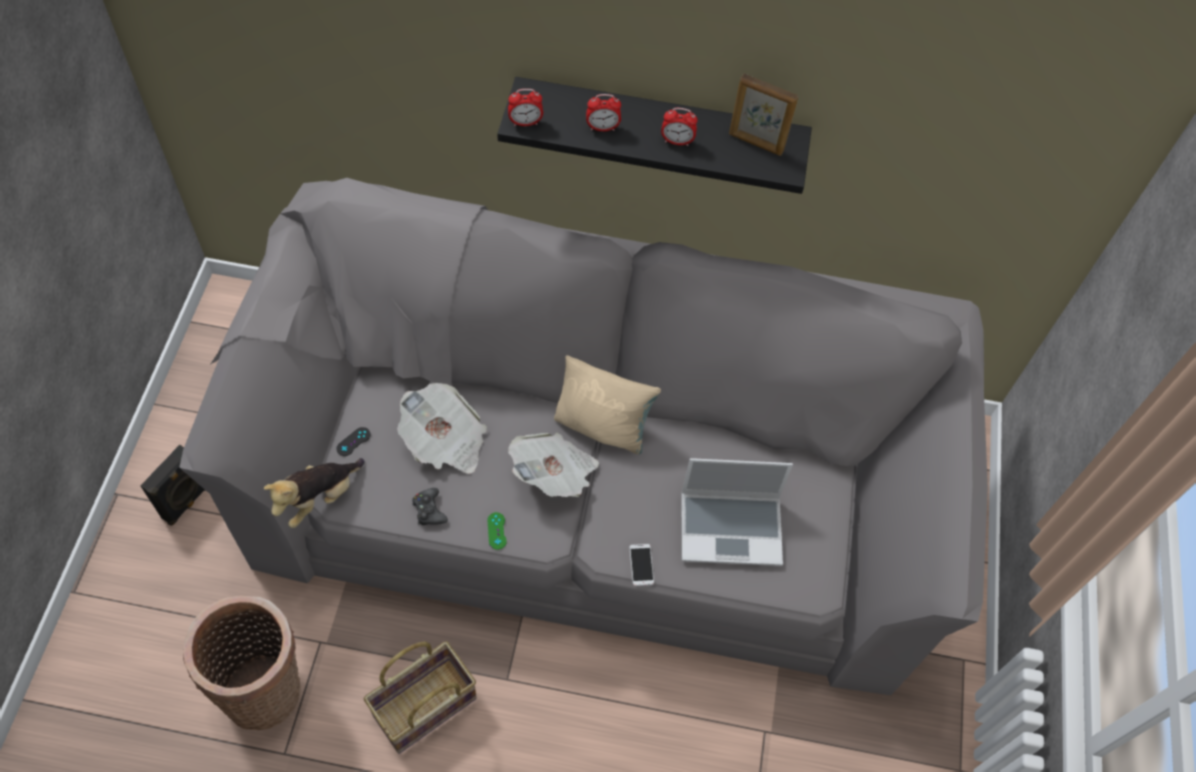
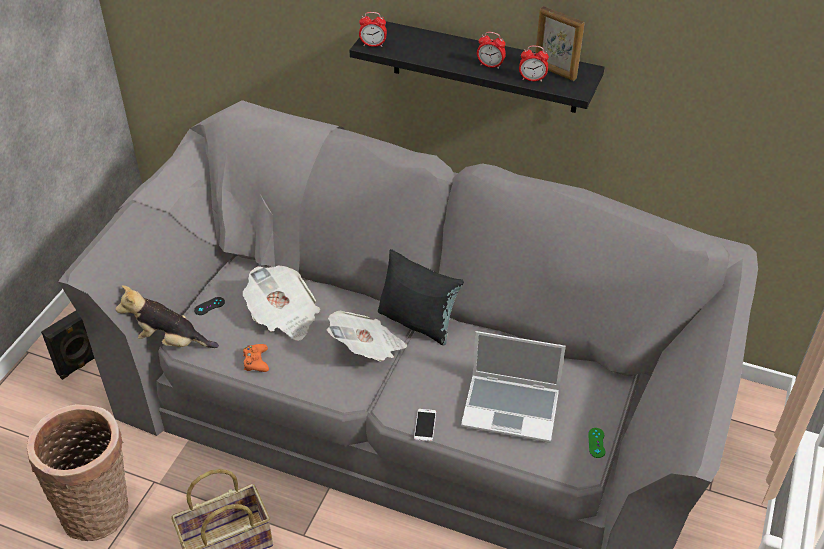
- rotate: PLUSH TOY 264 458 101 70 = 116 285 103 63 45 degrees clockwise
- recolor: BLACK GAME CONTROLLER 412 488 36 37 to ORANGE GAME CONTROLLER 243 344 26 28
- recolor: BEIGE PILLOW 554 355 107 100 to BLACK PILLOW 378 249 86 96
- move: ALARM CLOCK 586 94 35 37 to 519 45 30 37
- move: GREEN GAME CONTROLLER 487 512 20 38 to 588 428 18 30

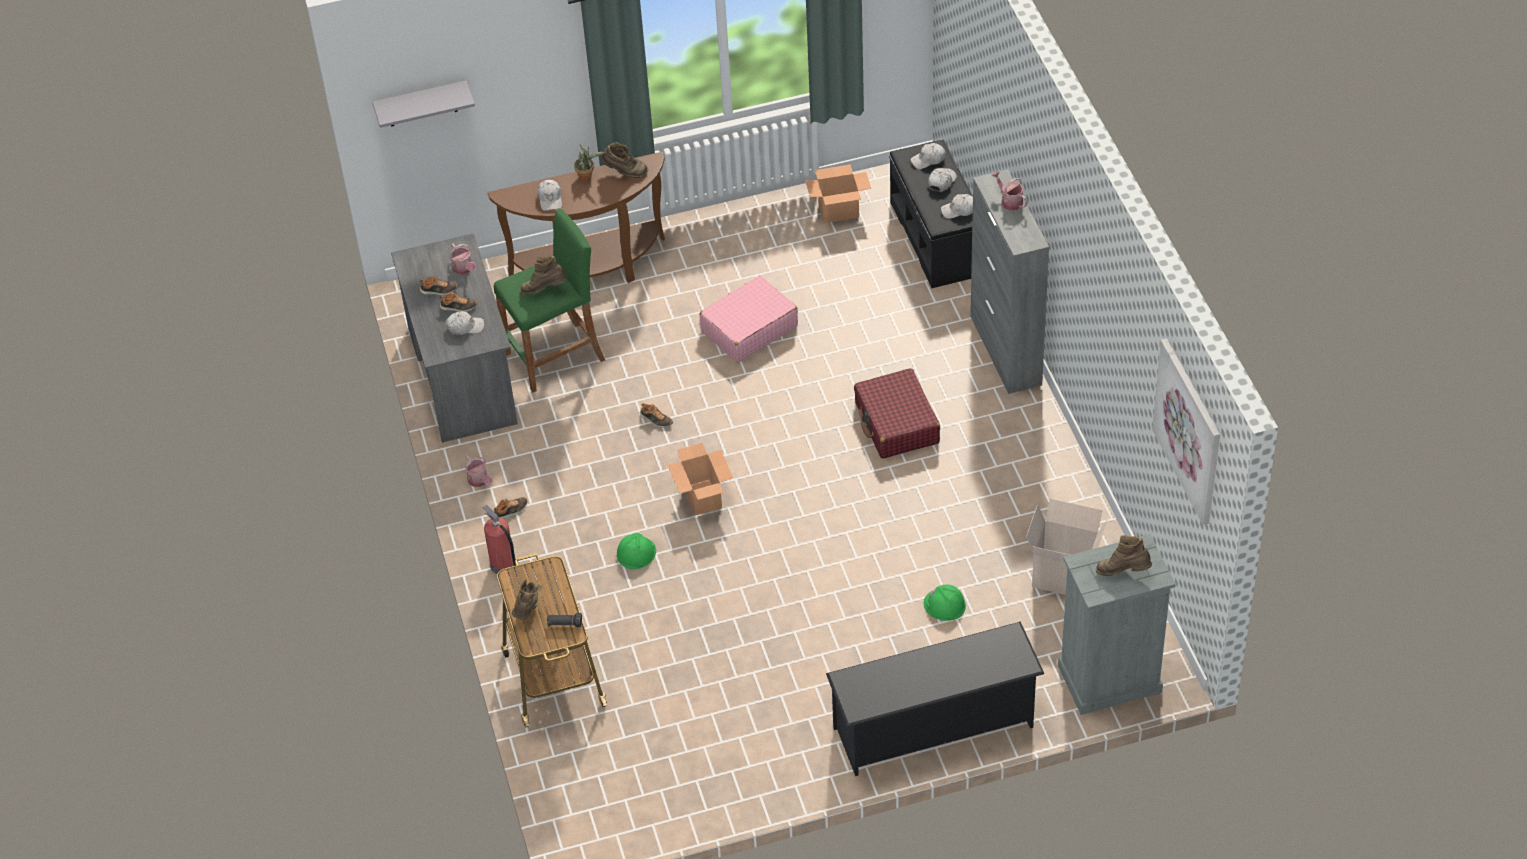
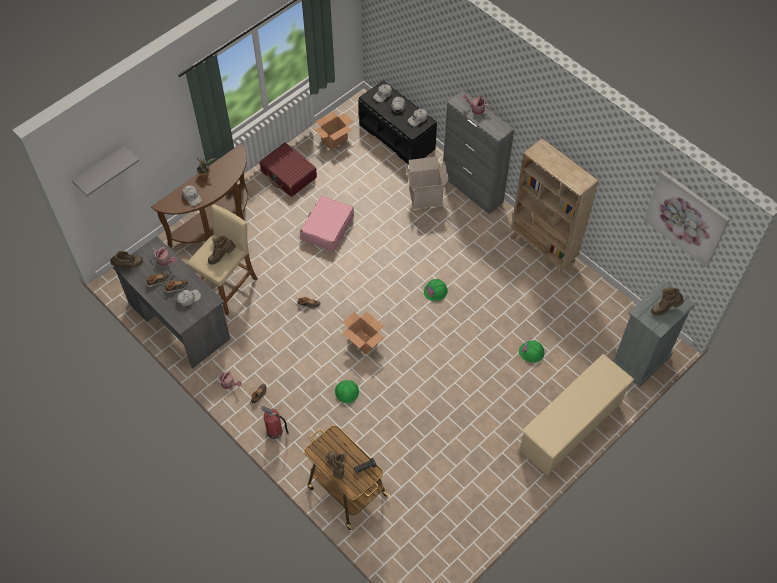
- move: BROWN BOOT 601 142 47 36 to 110 251 33 17
- recolor: GREEN STOOL 494 209 111 183 to BEIGE STOOL 187 204 71 112
- move: RED SUITCASE 854 368 86 91 to 259 143 58 54
- move: CARDBOARD BOX 1026 499 82 96 to 405 156 44 53
- insert: GREEN HARD HAT 424 279 24 22
- insert: BEIGE BOOKCASE 511 138 88 138
- recolor: BLACK SHOE RACK 826 622 218 154 to BEIGE SHOE RACK 519 354 116 122

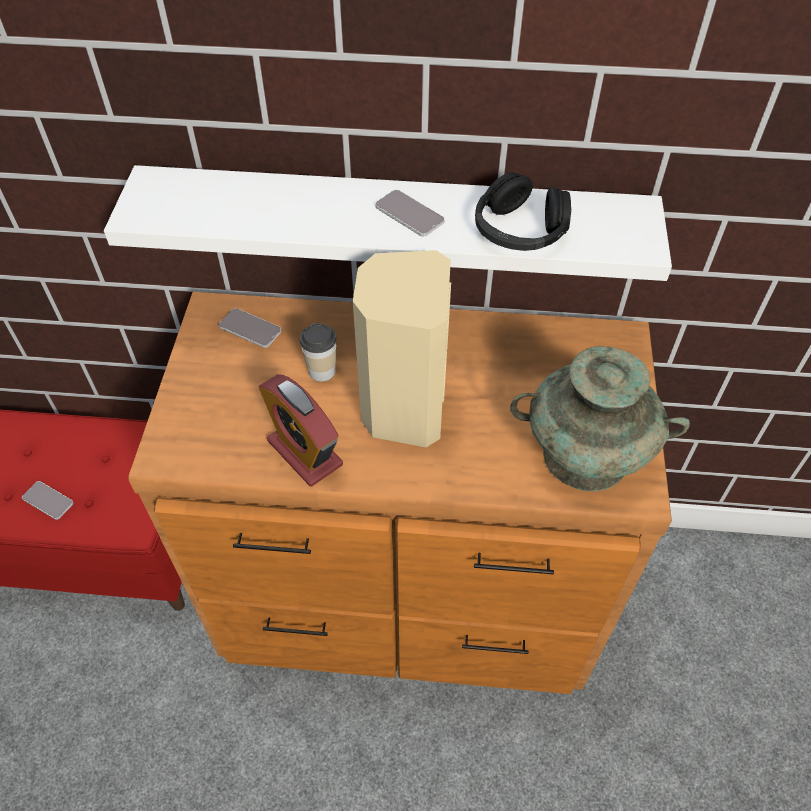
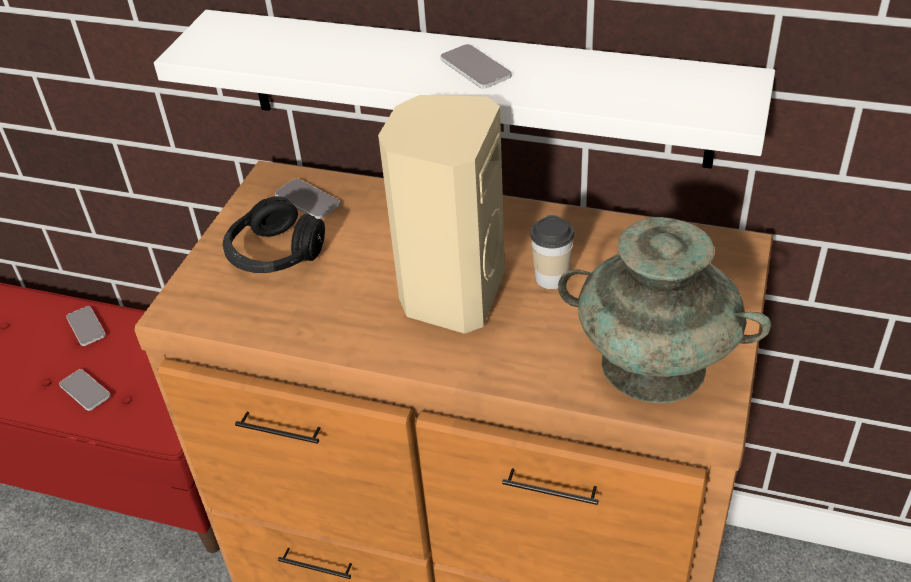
- insert: PHONE 66 306 40 40
- move: BLACK HEADPHONES 475 172 97 79 to 223 196 102 77
- move: CUP 300 323 36 59 to 530 215 44 74
- delete: ALARM CLOCK 259 374 84 112

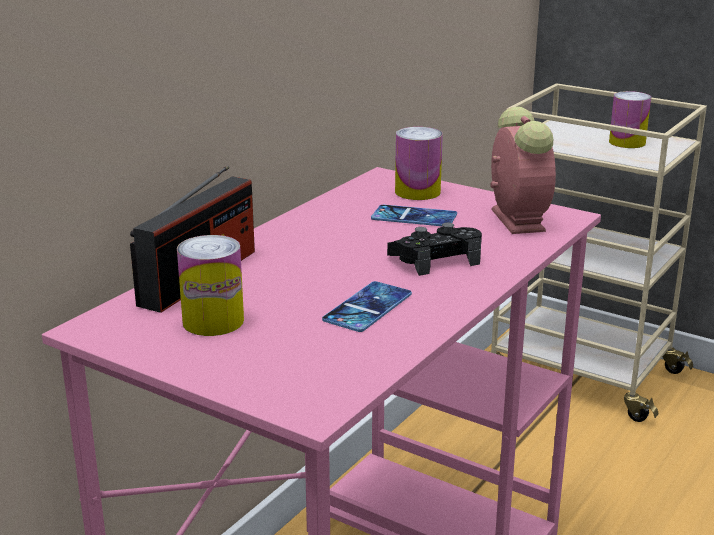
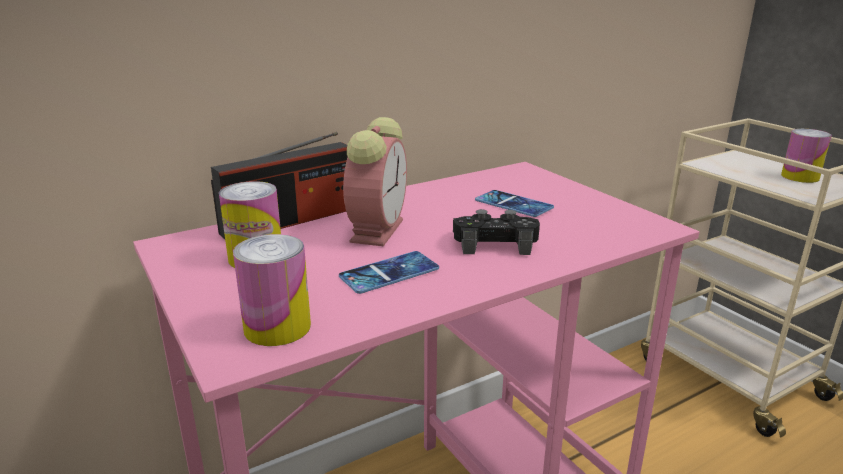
- move: CAN 395 127 48 73 to 233 234 78 112
- move: ALARM CLOCK 490 107 66 127 to 343 117 64 129

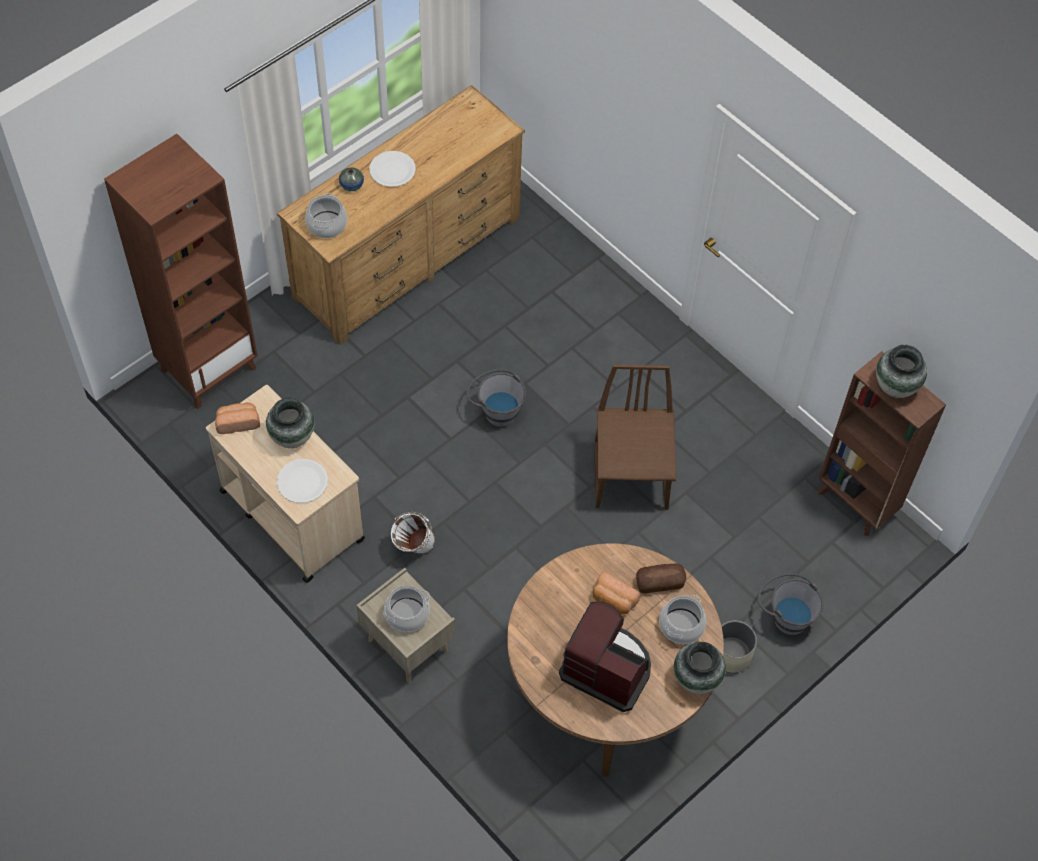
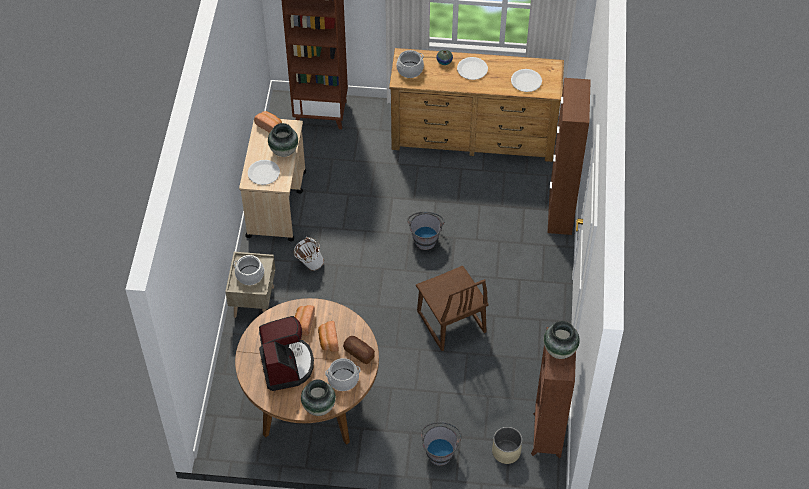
- insert: BREAD 295 305 20 31
- rotate: BROWN CHAIR 594 364 82 146 = 416 266 72 85 105 degrees clockwise
- move: BEIGE PLANTER 721 621 36 52 to 492 427 30 37
- insert: WHITE PLATE 511 69 31 23
- insert: BROWN CABINET 547 78 44 157

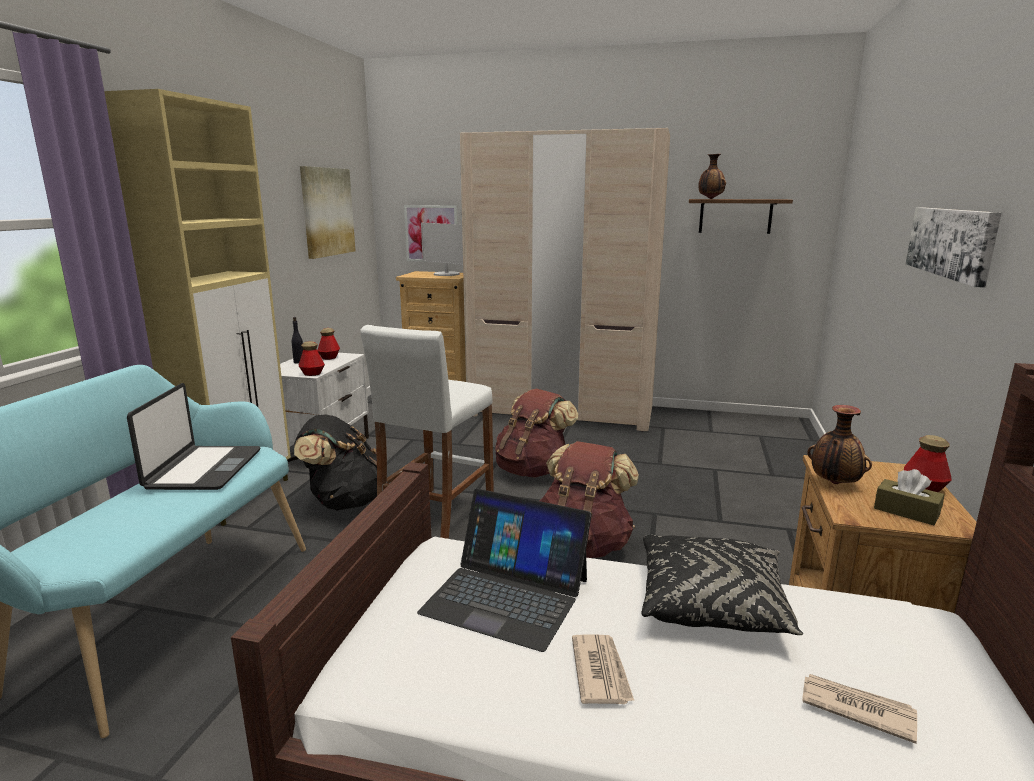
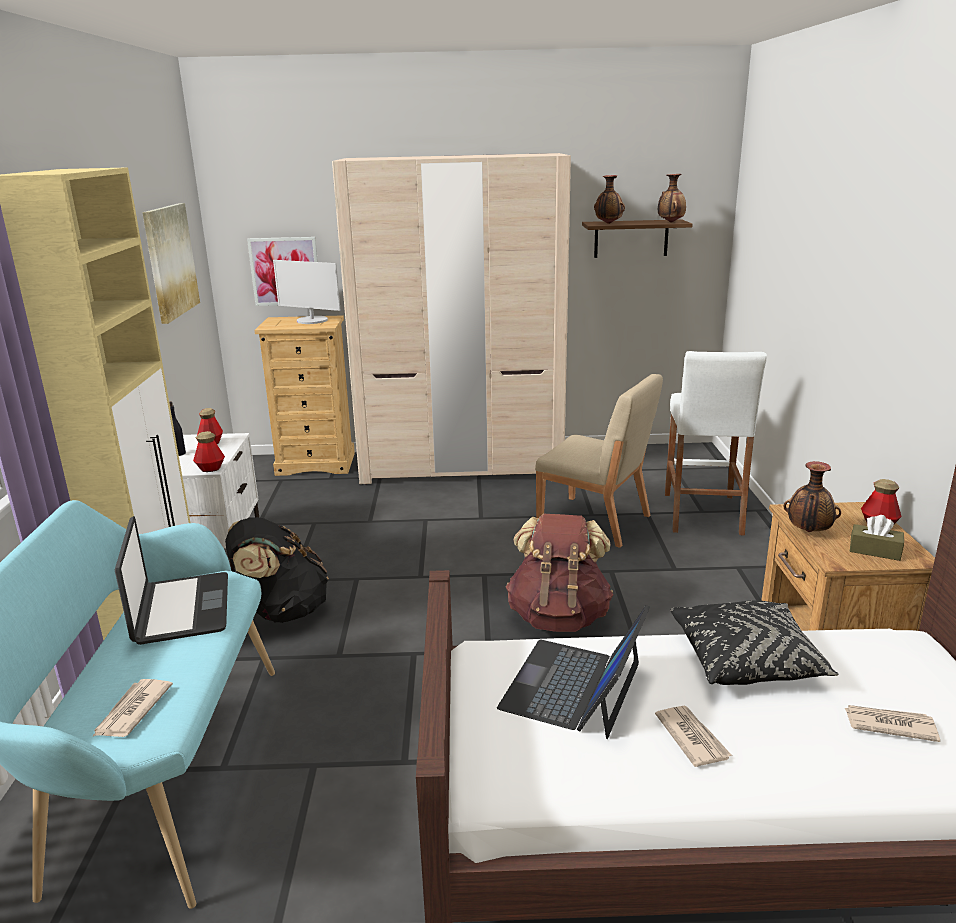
- insert: NEWSPAPER 92 679 81 58
- rotate: LAPTOP 417 489 175 163 = 497 605 153 134 105 degrees clockwise
- insert: BEIGE CHAIR 535 374 128 174
- insert: VASE 658 174 28 49
- move: WHITE STOOL 361 325 133 214 to 665 351 102 185
- delete: BROWN BACKPACK 495 389 83 89
- delete: PICTURE 906 207 96 81

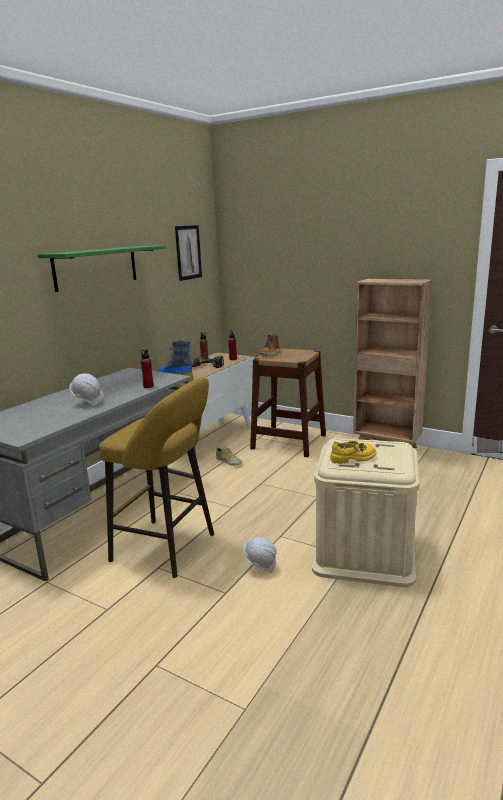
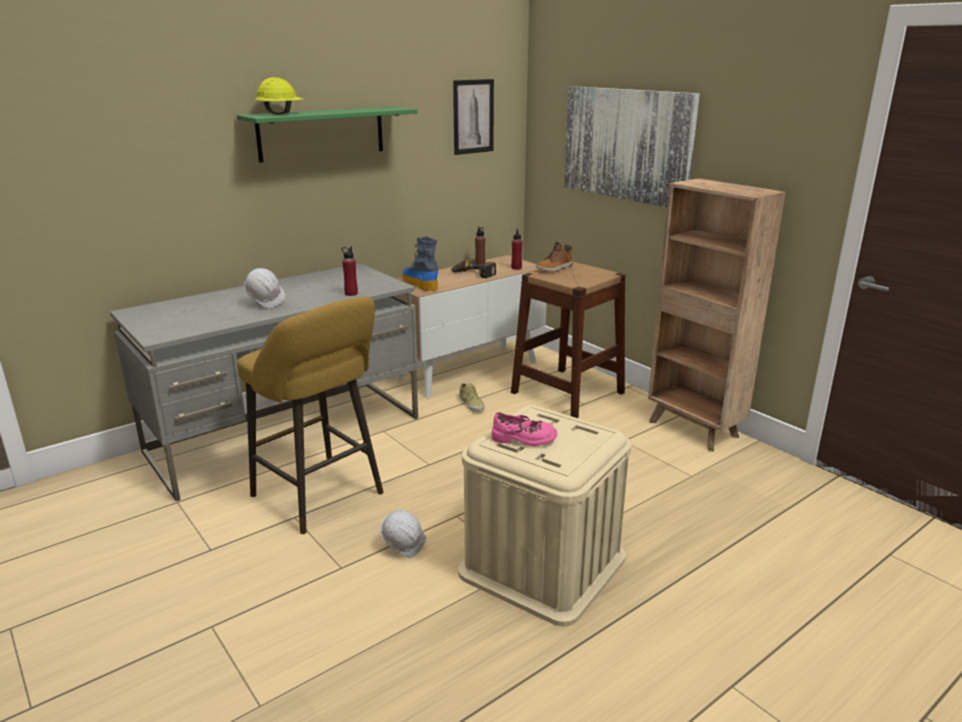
- insert: YELLOW HARD HAT 255 77 48 37
- recolor: YELLOW SHOE 330 441 47 23 to PINK SHOE 491 412 66 34
- insert: PICTURE 564 86 136 122

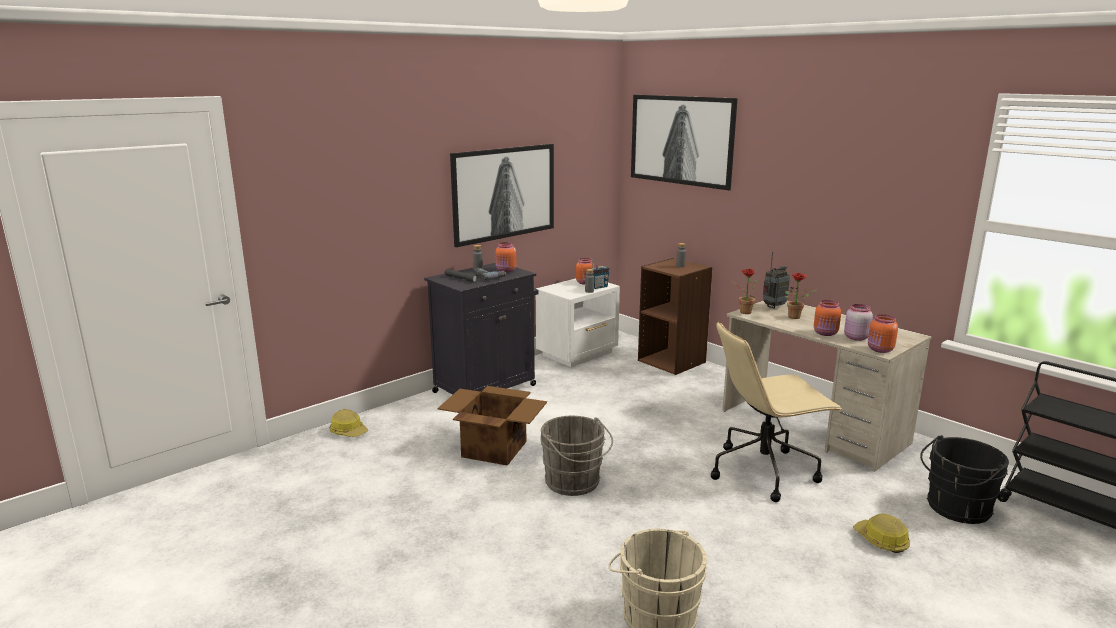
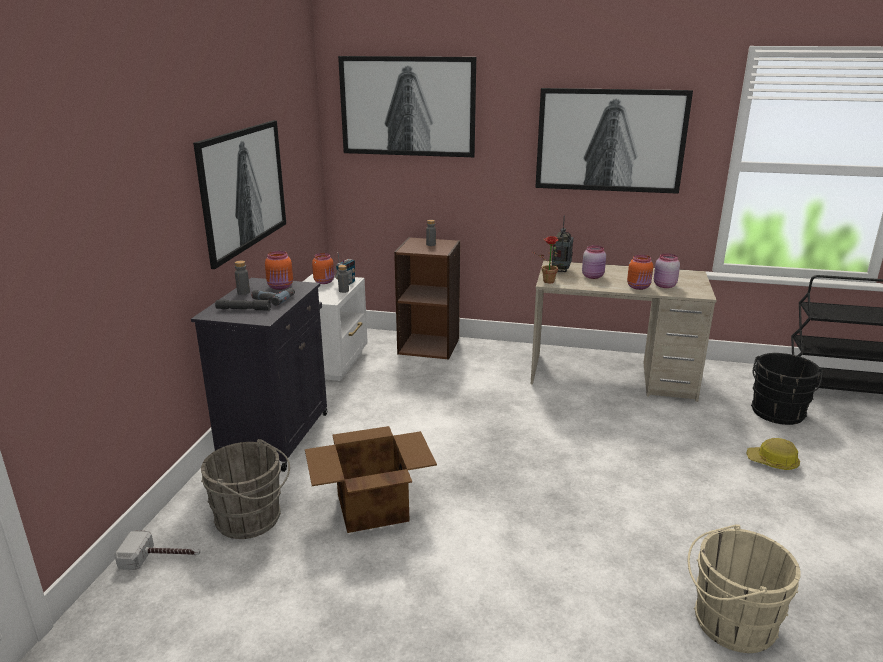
- replace: HARD HAT 329 409 39 28 to HAMMER 114 531 87 39
- move: GREY BUCKET 541 416 72 80 to 201 439 89 100
- insert: PICTURE 535 88 158 106
- replace: POTTED PLANT 785 273 33 46 to PINK JAR 582 245 24 34
- delete: BEIGE OFFICE CHAIR 711 321 131 181
- delete: ORANGE JAR 868 314 30 39

